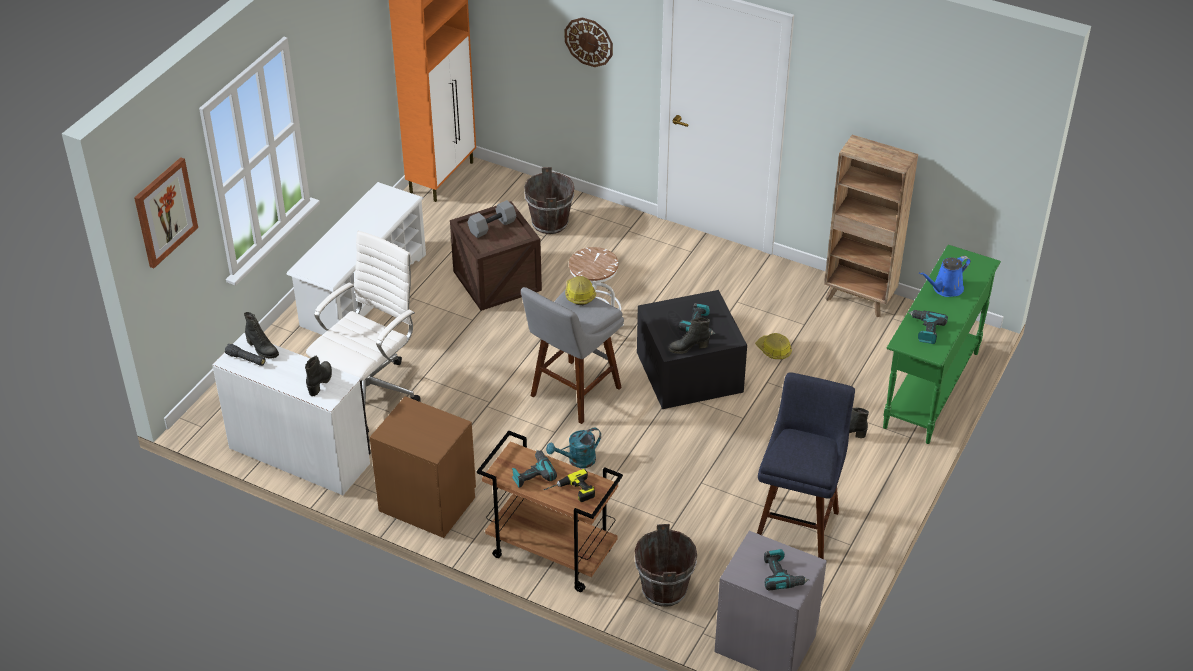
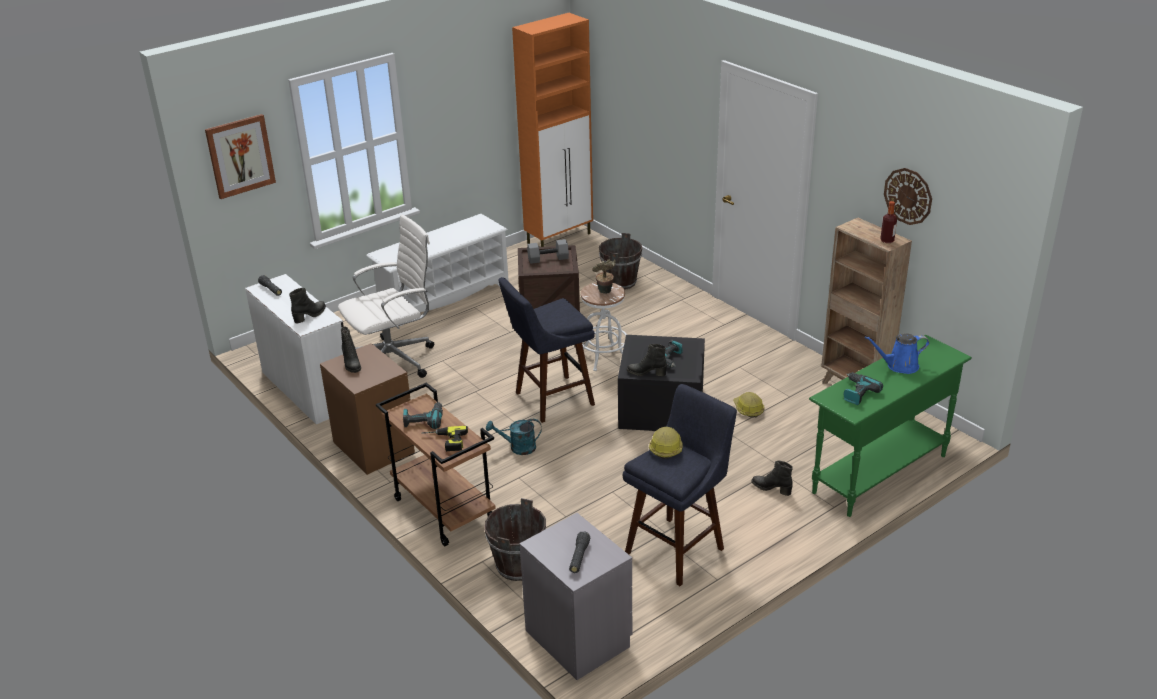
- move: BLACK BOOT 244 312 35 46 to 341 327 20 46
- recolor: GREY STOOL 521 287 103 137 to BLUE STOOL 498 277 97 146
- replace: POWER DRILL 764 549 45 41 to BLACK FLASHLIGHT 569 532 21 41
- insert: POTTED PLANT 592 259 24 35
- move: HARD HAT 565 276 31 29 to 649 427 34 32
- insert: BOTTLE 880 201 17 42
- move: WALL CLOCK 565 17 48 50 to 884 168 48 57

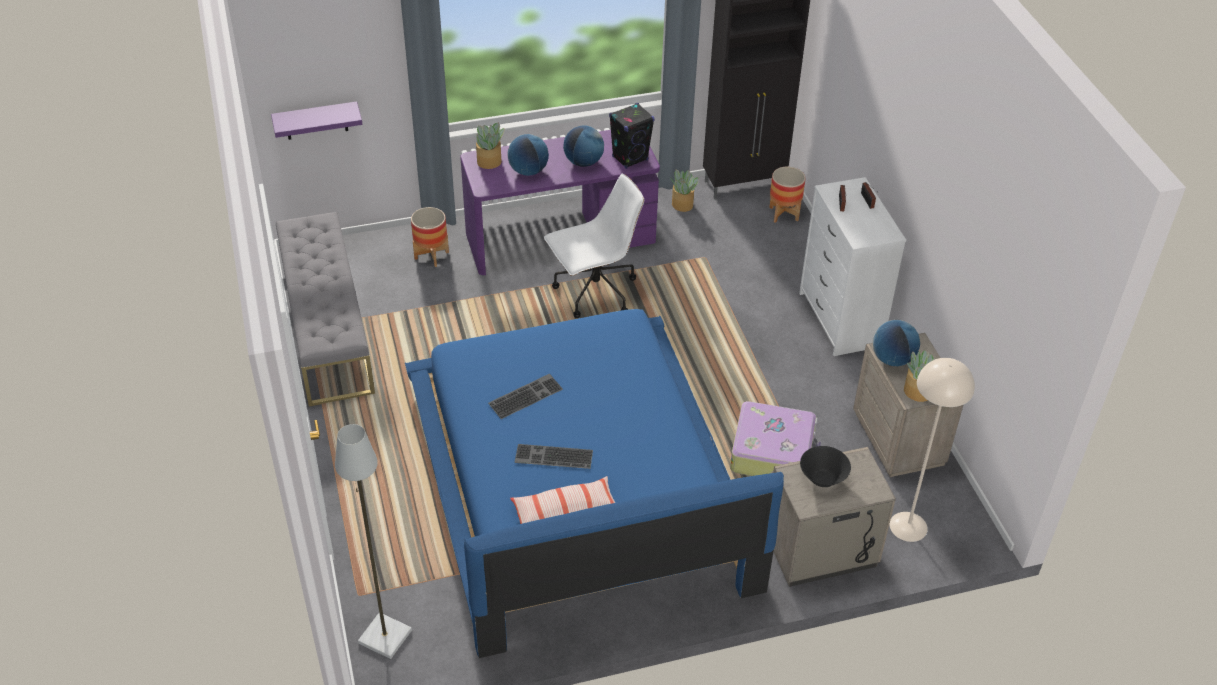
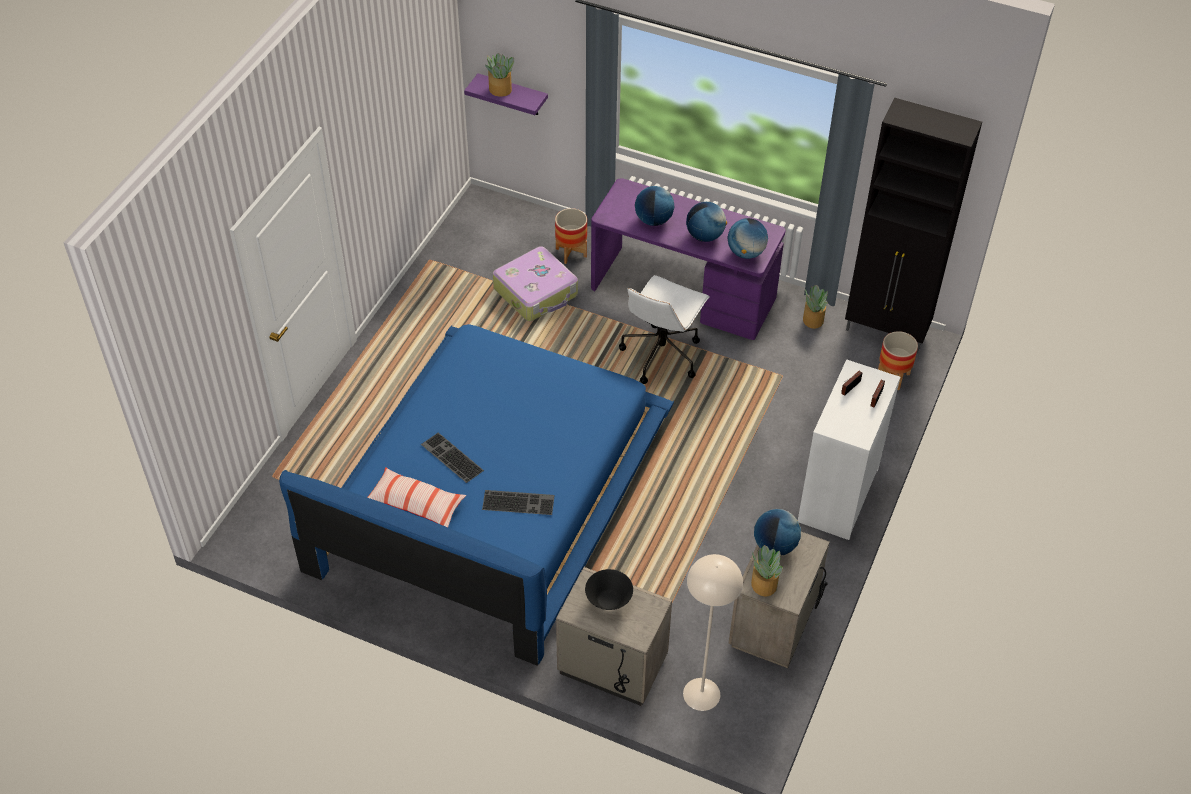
- move: KEYBOARD 488 374 75 45 to 482 490 73 25
- move: POTTED PLANT 476 123 29 46 to 485 53 30 44
- move: SUITCASE 730 401 91 75 to 493 246 85 75
- rotate: WHITE OFFICE CHAIR 544 174 100 144 = 619 275 91 109 105 degrees clockwise
- replace: BLACK SPEAKER 609 103 46 66 to GLOBE 728 218 40 41
- delete: GREY BENCH 276 212 99 194
- delete: GREY FLOOR LAMP 335 424 77 235

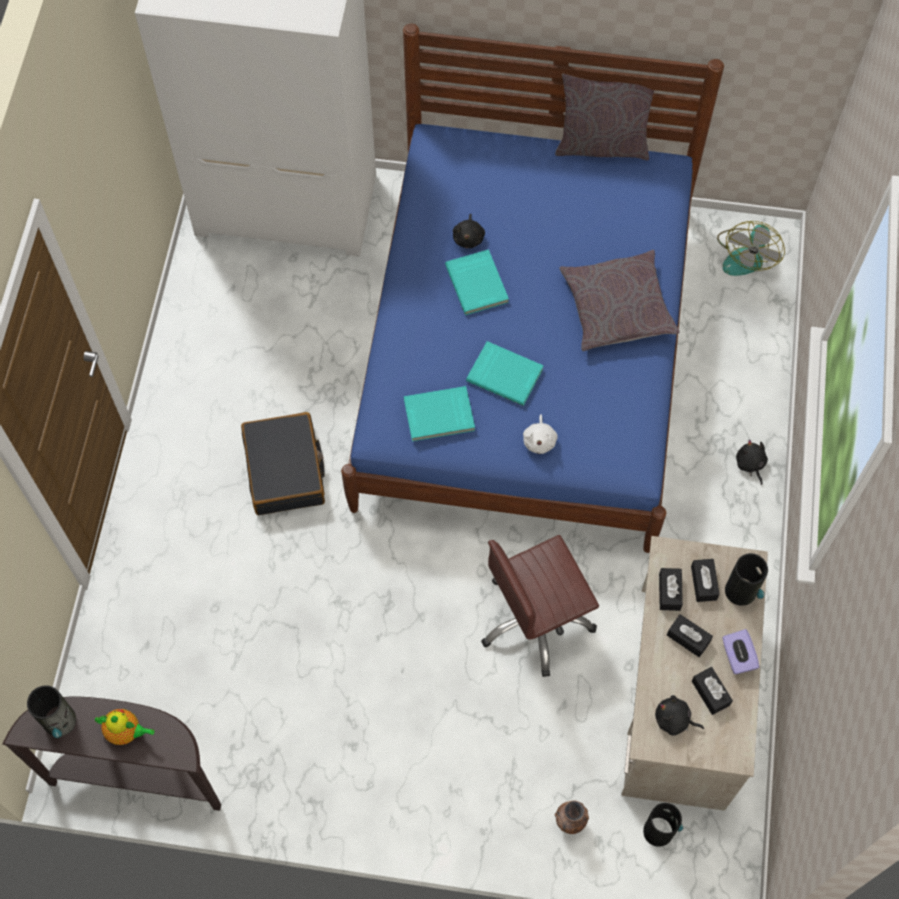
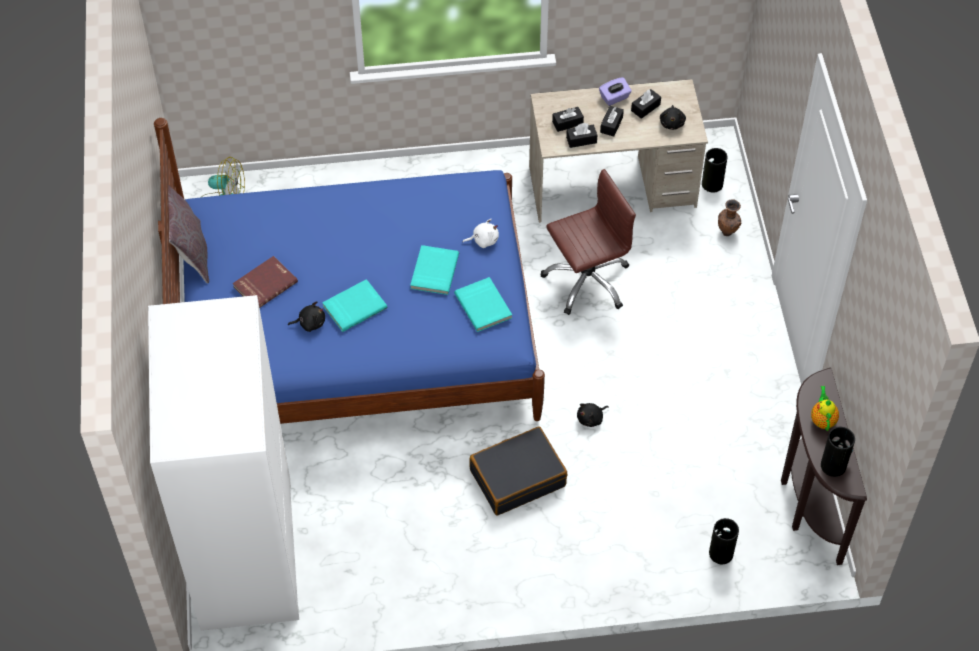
- insert: RED BOOK 233 256 65 52
- rotate: BROWN OFFICE CHAIR 481 535 118 142 = 541 169 95 146 75 degrees counterclockwise
- move: BLACK PLUSH TOY 736 439 32 46 to 577 403 32 24
- move: VASE 725 553 43 53 to 709 518 30 46
- delete: GREY PILLOW 559 250 121 101

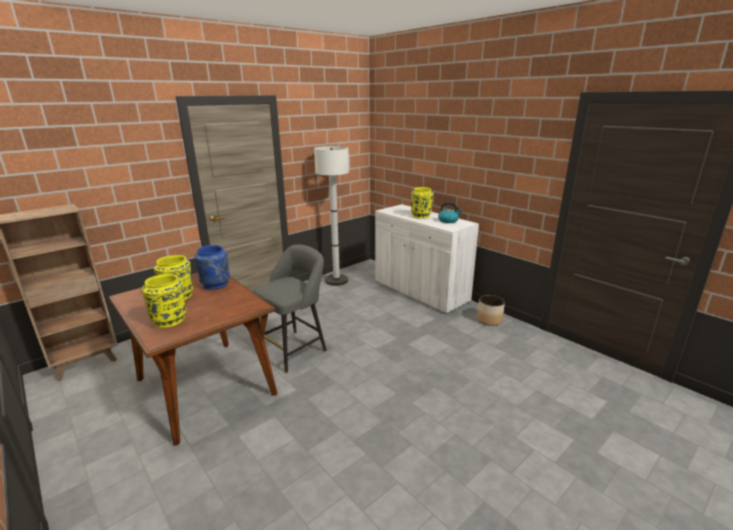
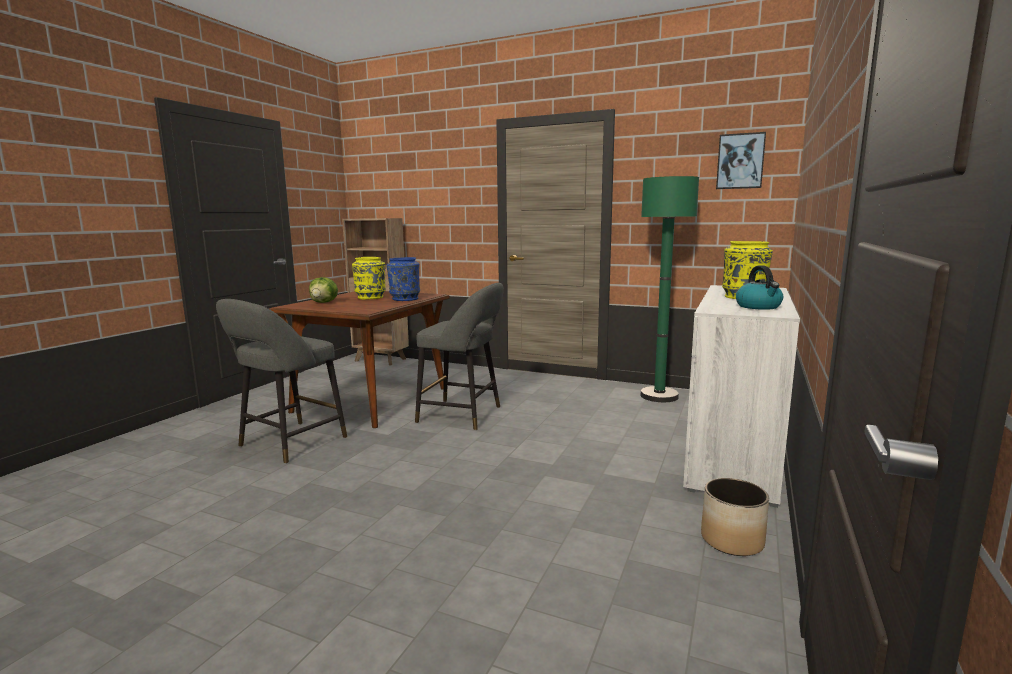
- insert: GREY STOOL 216 299 131 165
- replace: YELLOW VASE 142 274 45 54 to LETTUCE 309 277 29 26
- recolor: WHITE FLOOR LAMP 314 146 35 140 to GREEN FLOOR LAMP 640 176 59 226
- insert: PICTURE 716 132 50 57

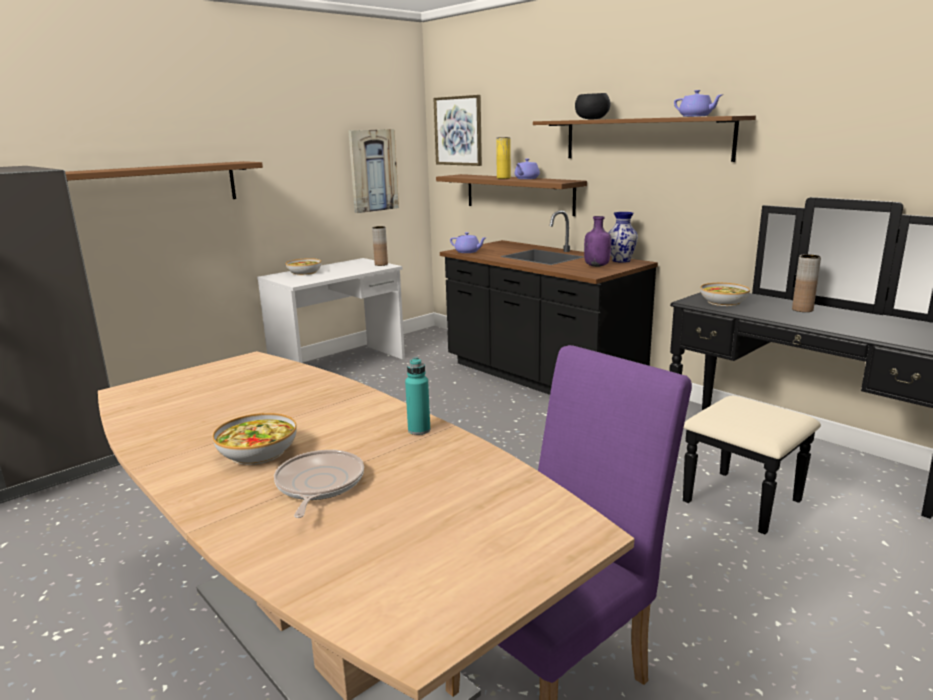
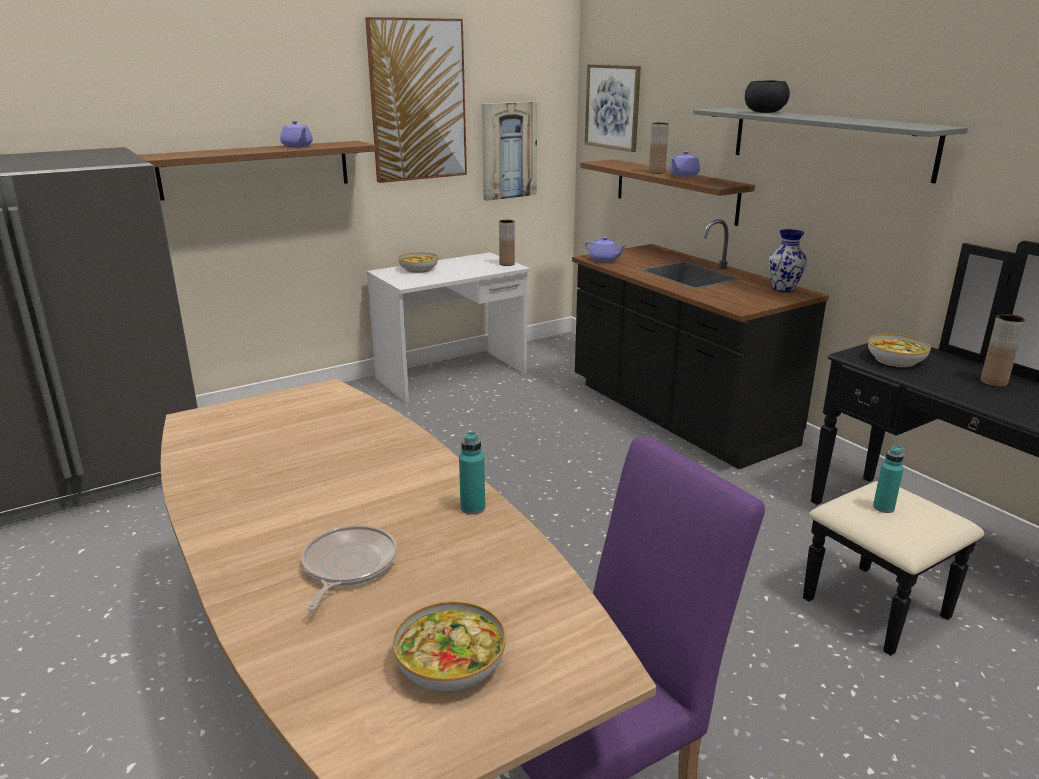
- move: PURPLE TEAPOT 674 90 50 27 to 280 121 33 27
- insert: PICTURE 365 17 102 166
- move: BOWL 213 413 84 52 to 393 601 113 92
- recolor: YELLOW VASE 496 137 15 42 to BROWN VASE 649 123 20 51
- recolor: BROWN SHELF 533 115 223 47 to GREY SHELF 693 108 275 75
- insert: TURQUOISE BOTTLE 873 445 31 68
- delete: PURPLE BOTTLE 584 216 27 51

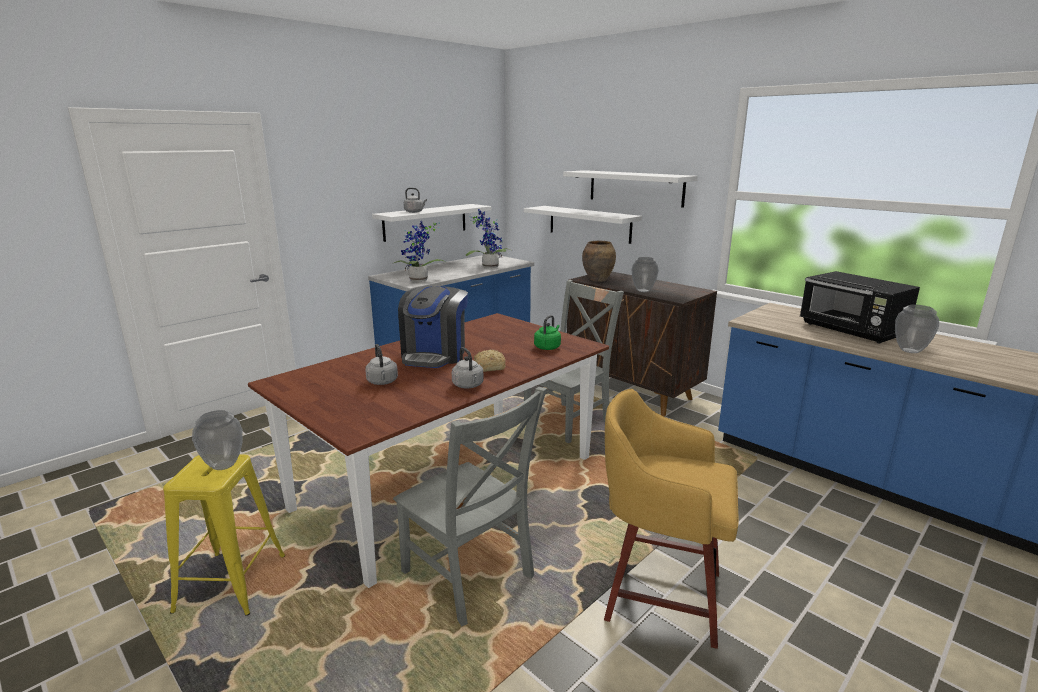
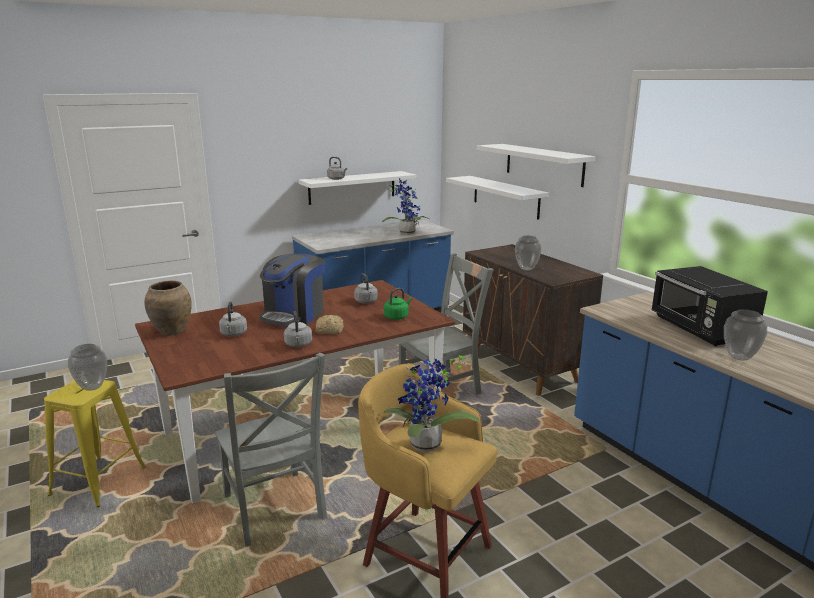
- move: BROWN VASE 582 241 34 41 to 145 281 47 54
- insert: GREY KETTLE 354 273 24 30
- move: POTTED PLANT 394 220 53 62 to 383 355 96 97

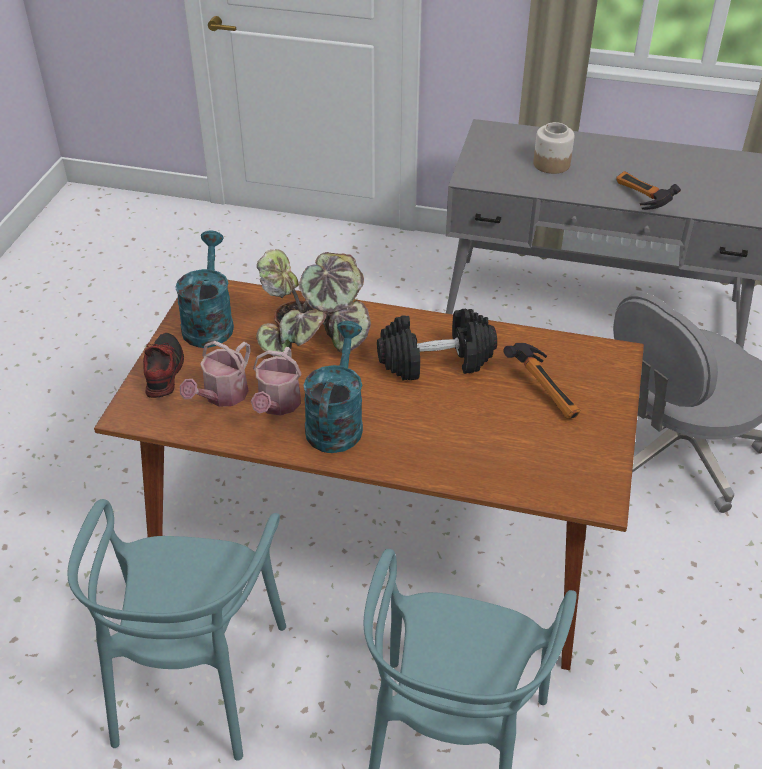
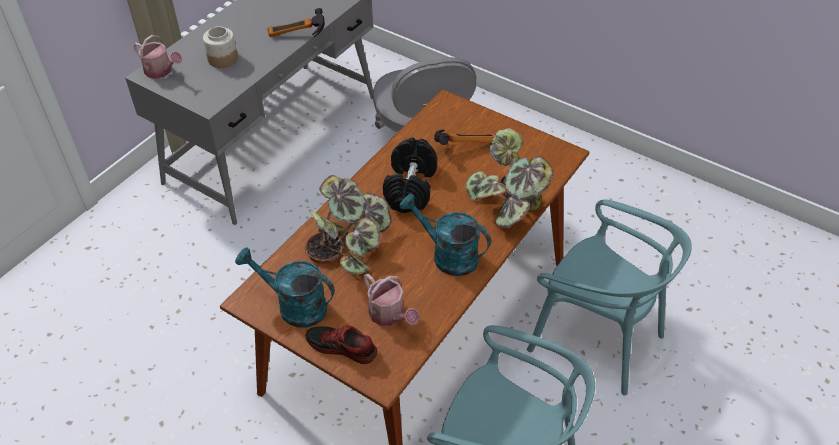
- move: WATERING CAN 251 347 51 69 to 133 35 49 44
- insert: POTTED PLANT 465 128 89 100

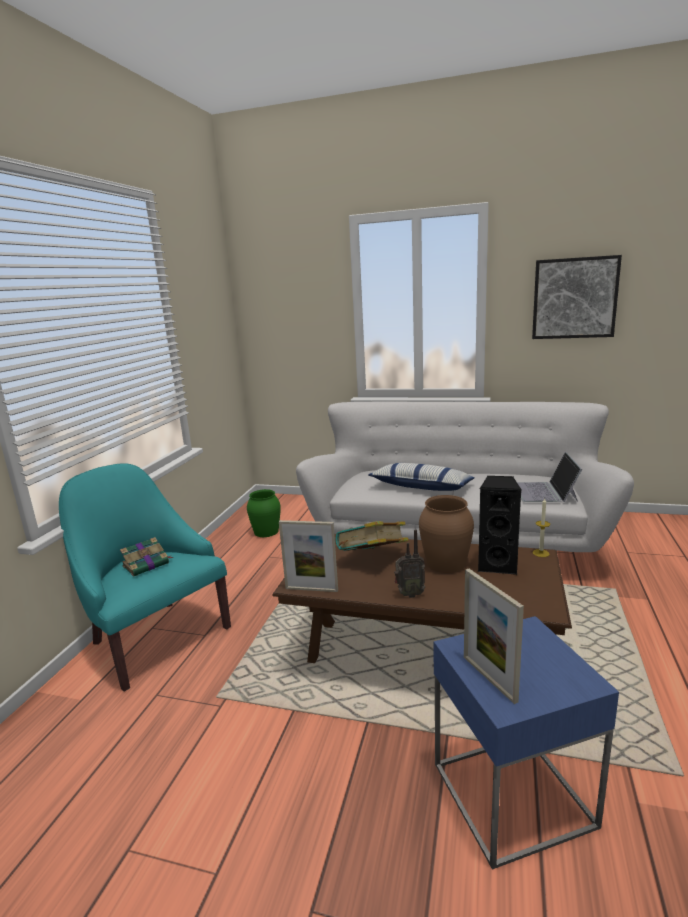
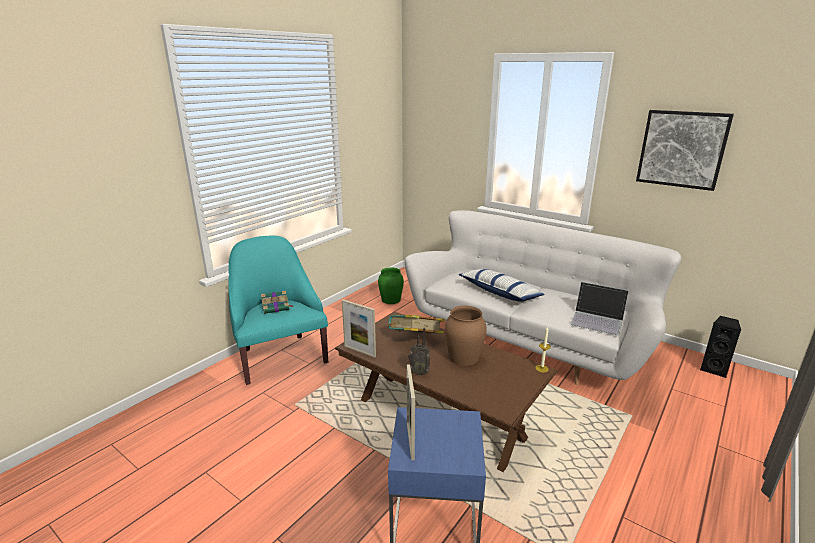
- rotate: LAPTOP 517 452 65 50 = 570 282 59 53 90 degrees counterclockwise
- move: BLACK SPEAKER 478 476 44 99 to 700 316 41 62

